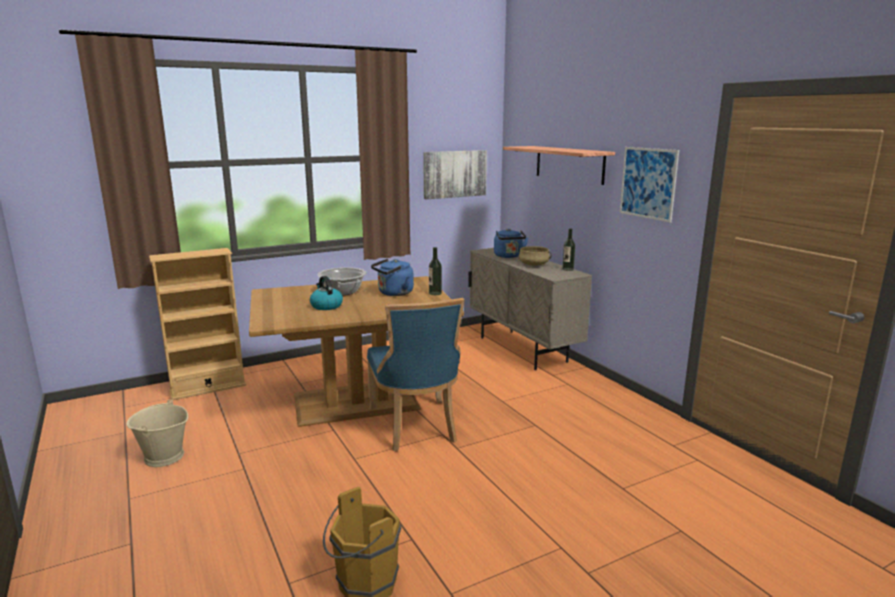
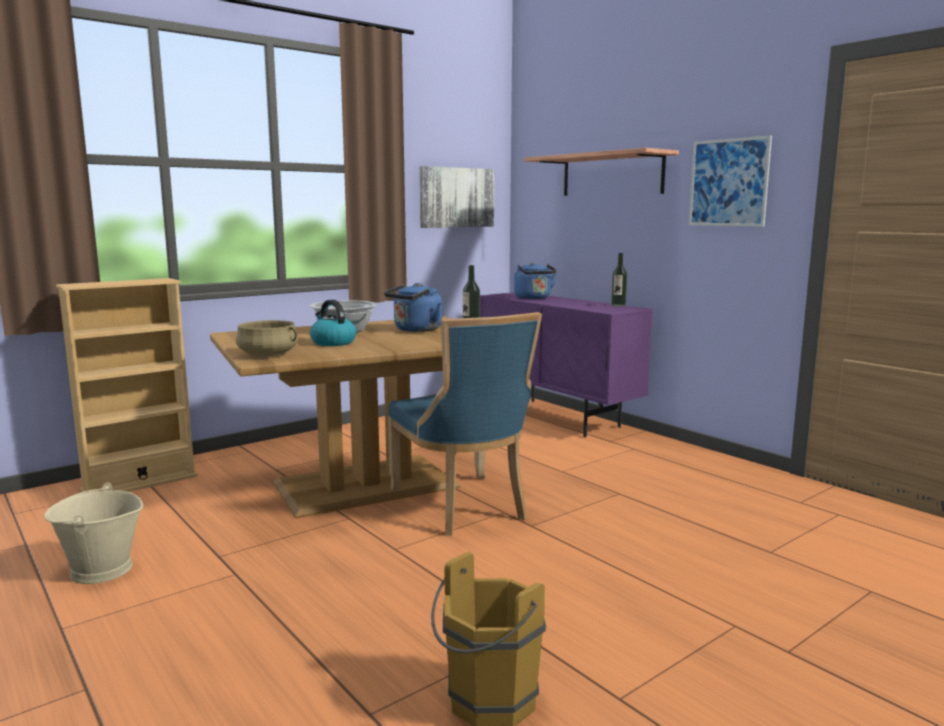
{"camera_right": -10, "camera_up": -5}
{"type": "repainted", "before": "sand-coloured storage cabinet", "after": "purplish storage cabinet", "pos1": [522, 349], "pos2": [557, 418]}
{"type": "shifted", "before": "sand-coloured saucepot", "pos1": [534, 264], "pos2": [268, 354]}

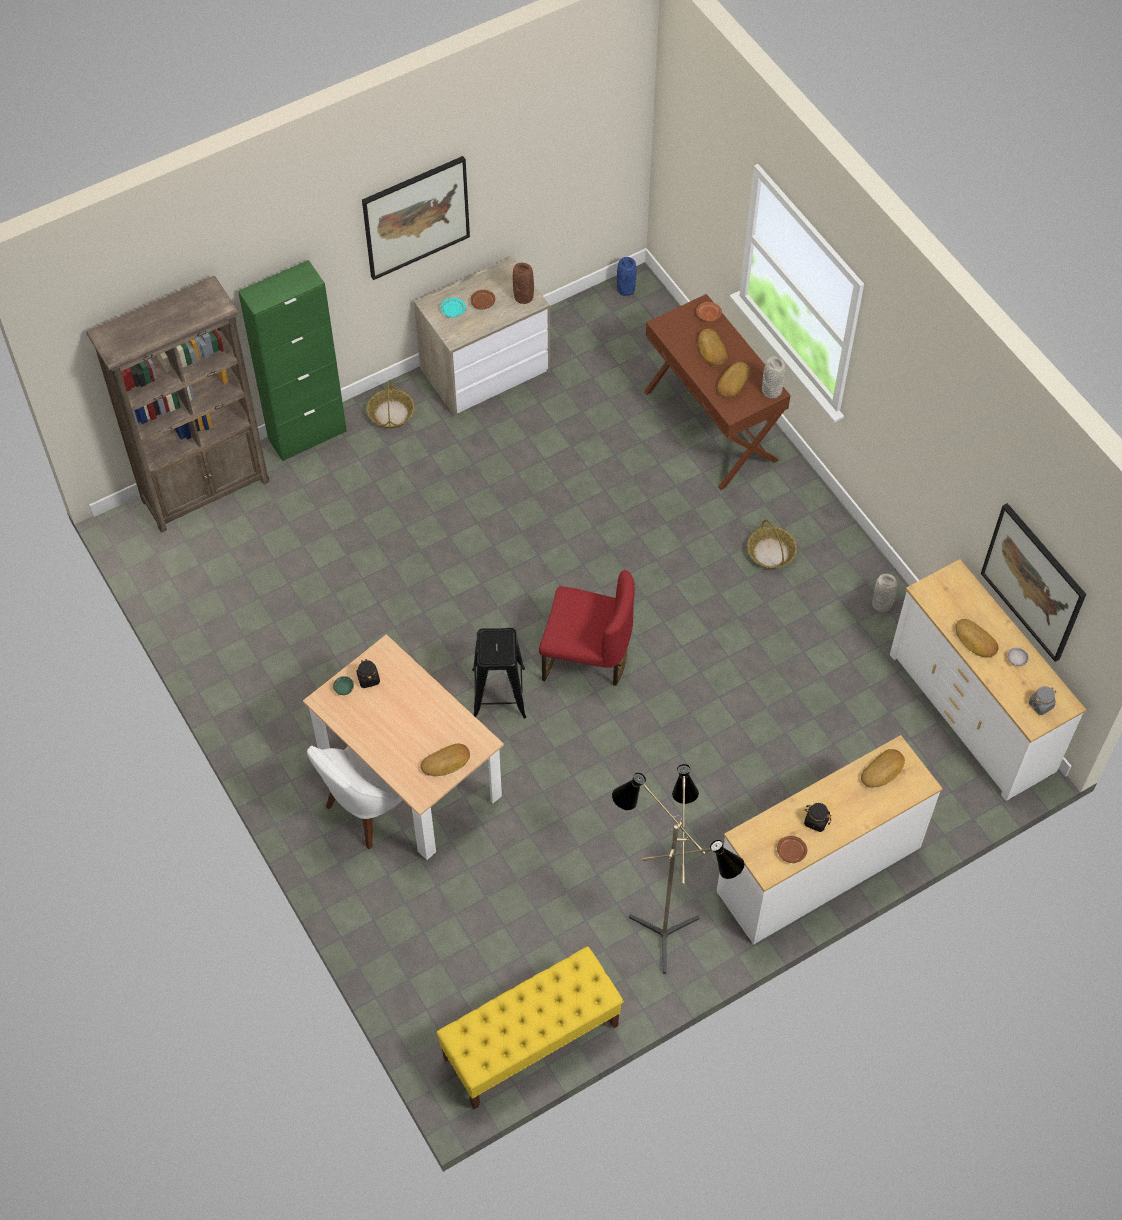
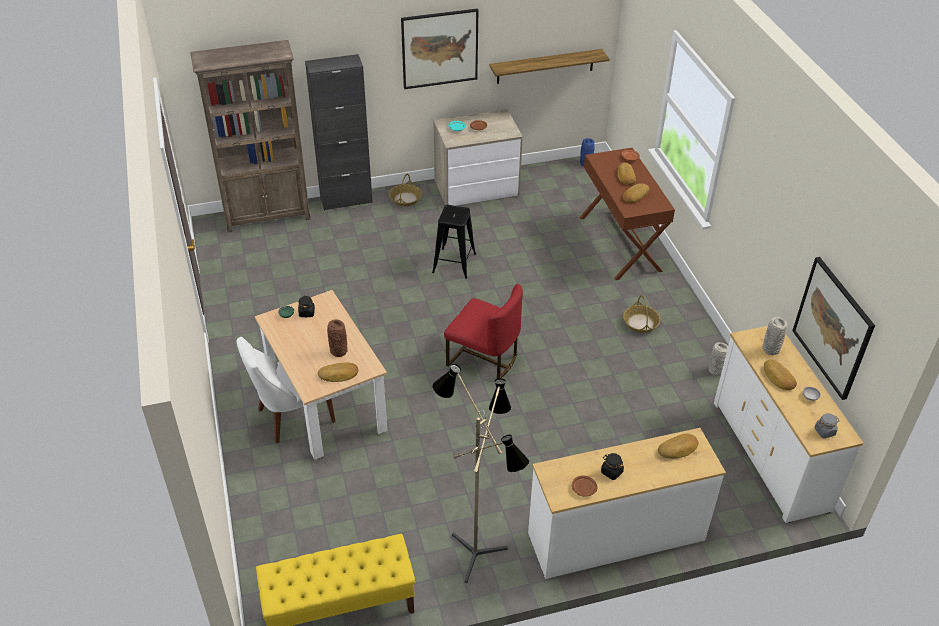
{"camera_right": 15, "camera_up": -15}
{"type": "repainted", "before": "greenish storage cabinet", "after": "blackish storage cabinet", "pos1": [307, 435], "pos2": [346, 200]}
{"type": "shifted", "before": "blackish stool seat", "pos1": [498, 693], "pos2": [454, 263]}
{"type": "shifted", "before": "brown decorative vase", "pos1": [524, 297], "pos2": [339, 351]}
{"type": "shifted", "before": "gray decorative vase", "pos1": [771, 391], "pos2": [771, 350]}
{"type": "new", "after": "shelf", "pos2": [545, 66]}

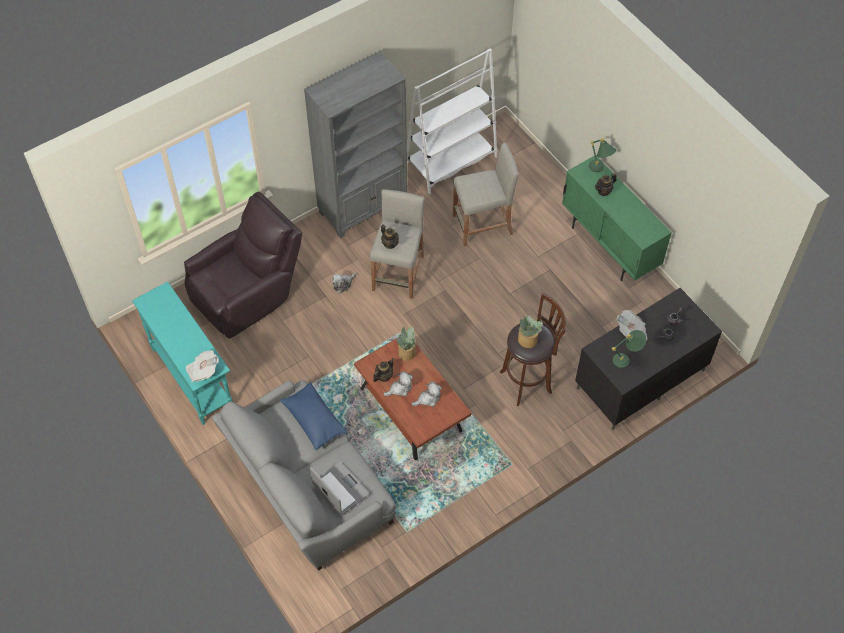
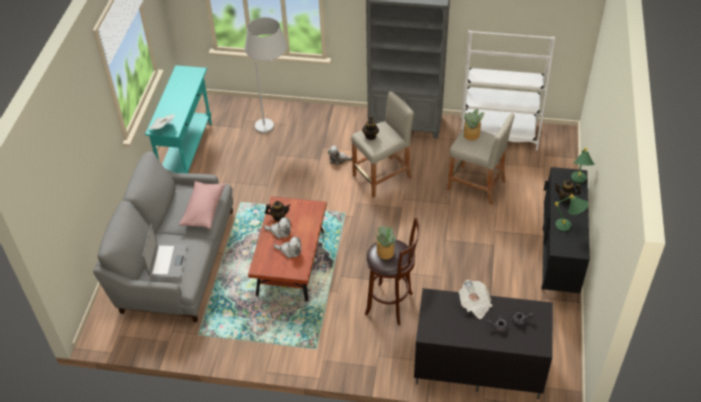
{"camera_right": 45, "camera_up": -10}
{"type": "swapped", "before": "brown easy chair", "after": "whitish floor lamp", "pos1": [247, 293], "pos2": [275, 126]}
{"type": "repainted", "before": "blue-coloured throw pillow", "after": "pinkish throw pillow", "pos1": [313, 420], "pos2": [203, 210]}
{"type": "shifted", "before": "plant in a pot", "pos1": [407, 352], "pos2": [472, 135]}
{"type": "repainted", "before": "greenish storage cabinet", "after": "blackish storage cabinet", "pos1": [608, 247], "pos2": [558, 260]}
{"type": "shifted", "before": "greenish table lamp", "pos1": [627, 359], "pos2": [569, 227]}

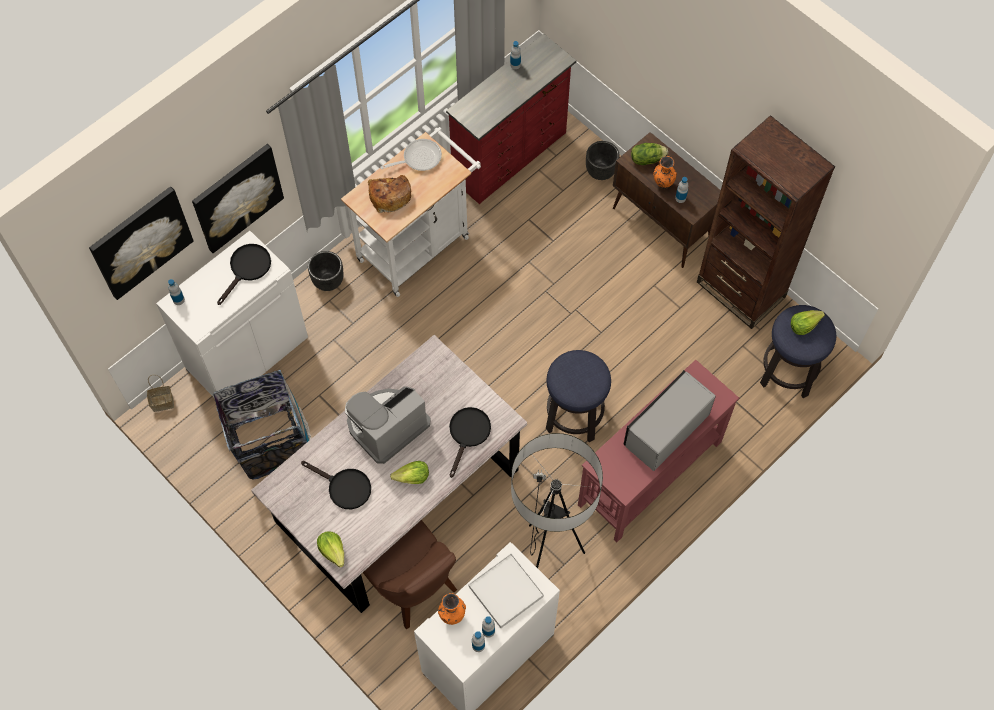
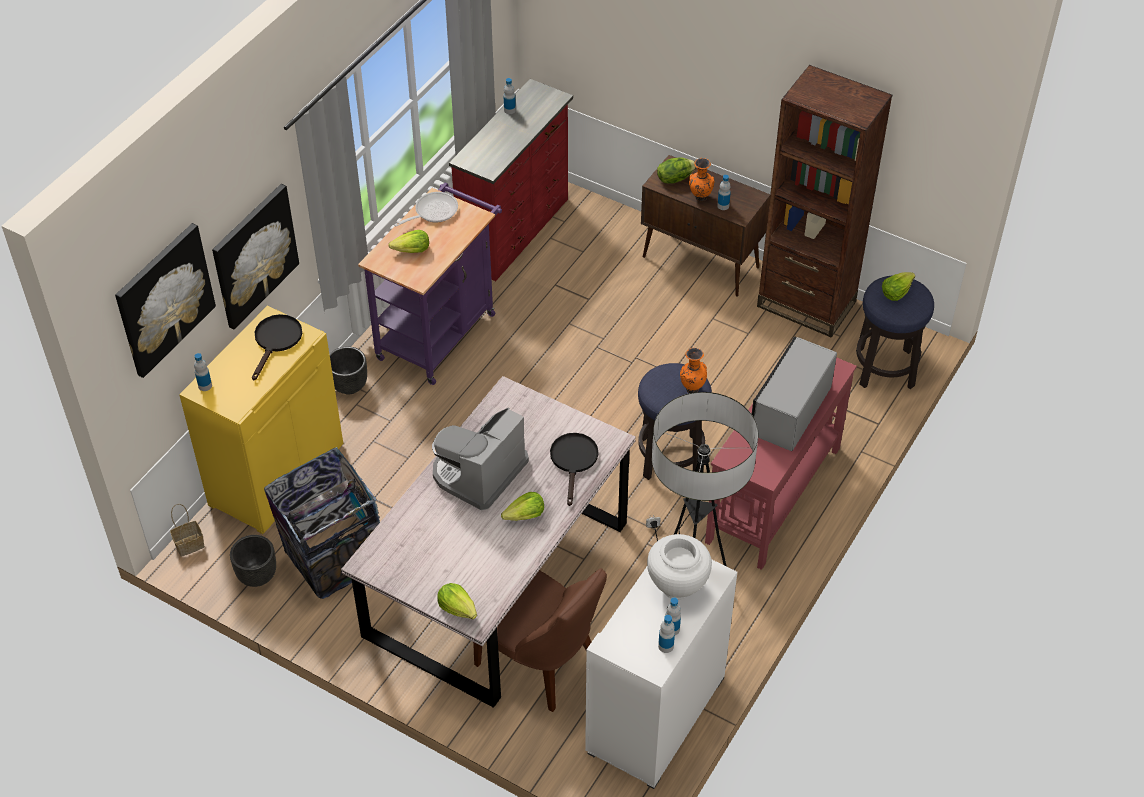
{"camera_right": -15, "camera_up": -15}
{"type": "repainted", "before": "whitish storage cabinet", "after": "yellow storage cabinet", "pos1": [247, 352], "pos2": [276, 474]}
{"type": "gone", "before": "blackish skillet", "pos1": [344, 487]}
{"type": "repainted", "before": "whitish cart", "after": "purplish cart", "pos1": [418, 244], "pos2": [440, 331]}
{"type": "swapped", "before": "bread", "after": "head of lettuce", "pos1": [389, 195], "pos2": [412, 251]}
{"type": "shifted", "before": "orange-coloured decorative vase", "pos1": [452, 616], "pos2": [691, 388]}
{"type": "swapped", "before": "whitish tray", "after": "whitish decorative vase", "pos1": [505, 591], "pos2": [677, 586]}
{"type": "shifted", "before": "blackish flower pot", "pos1": [601, 171], "pos2": [258, 576]}

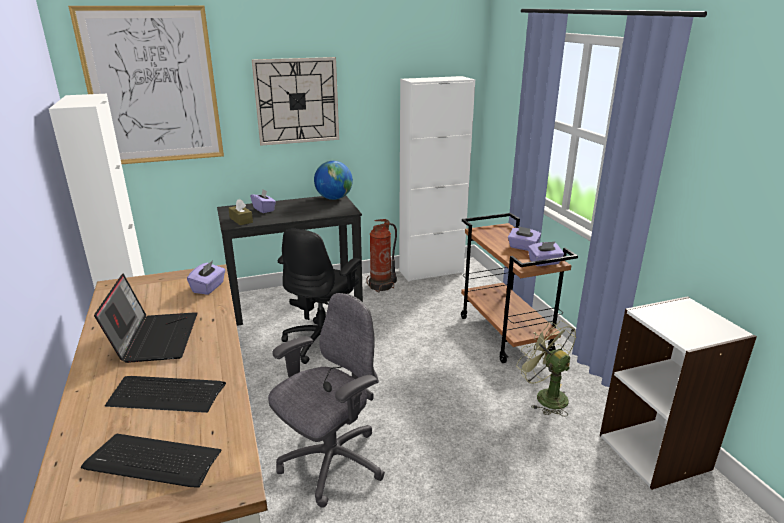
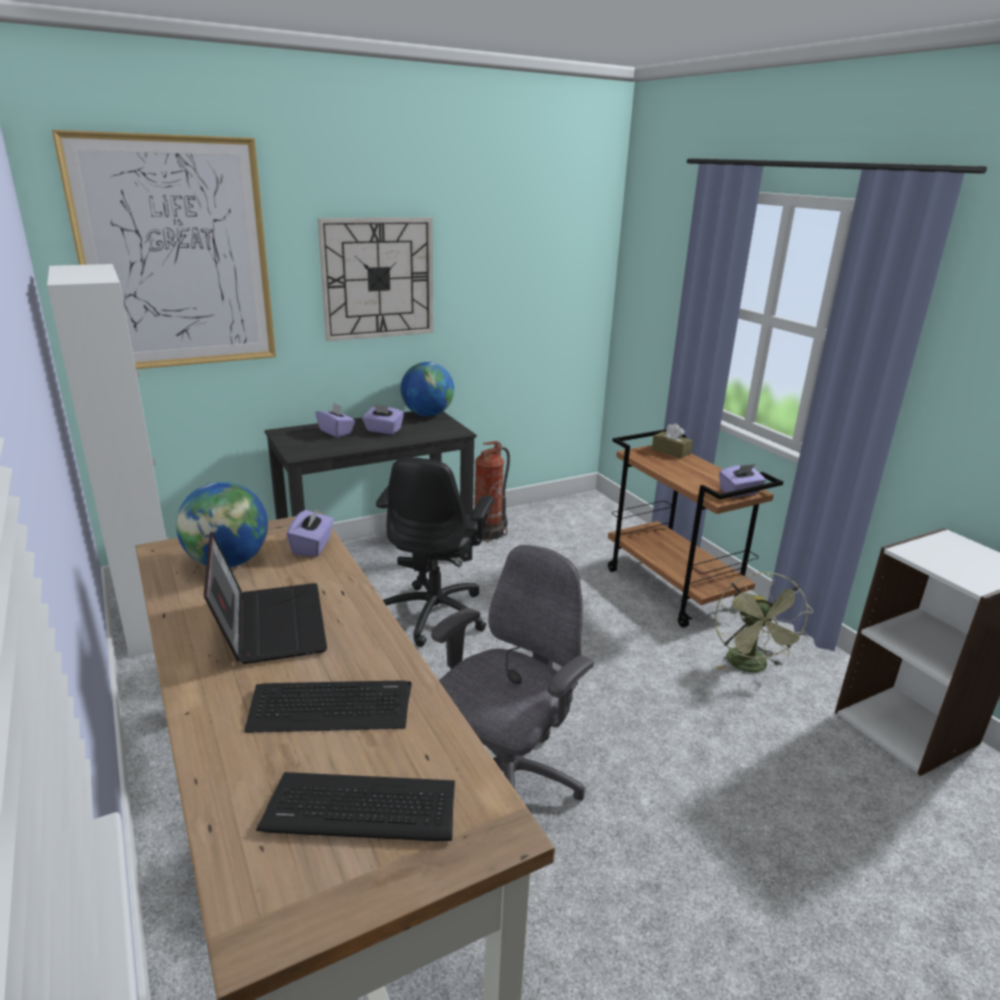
{"camera_right": -10, "camera_up": 0}
{"type": "shifted", "before": "brown tissue holder", "pos1": [241, 220], "pos2": [671, 451]}
{"type": "gone", "before": "whitish storage cabinet", "pos1": [431, 271]}
{"type": "shifted", "before": "purplish tissue holder", "pos1": [523, 247], "pos2": [383, 430]}
{"type": "rotated", "before": "greenish fan", "pos1": [545, 396], "pos2": [751, 667], "turn": -135}
{"type": "new", "after": "globe", "pos2": [228, 562]}

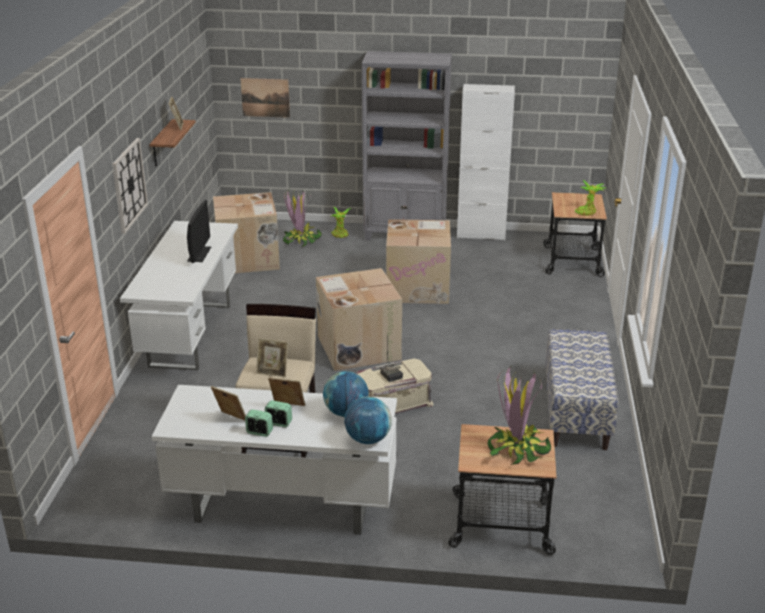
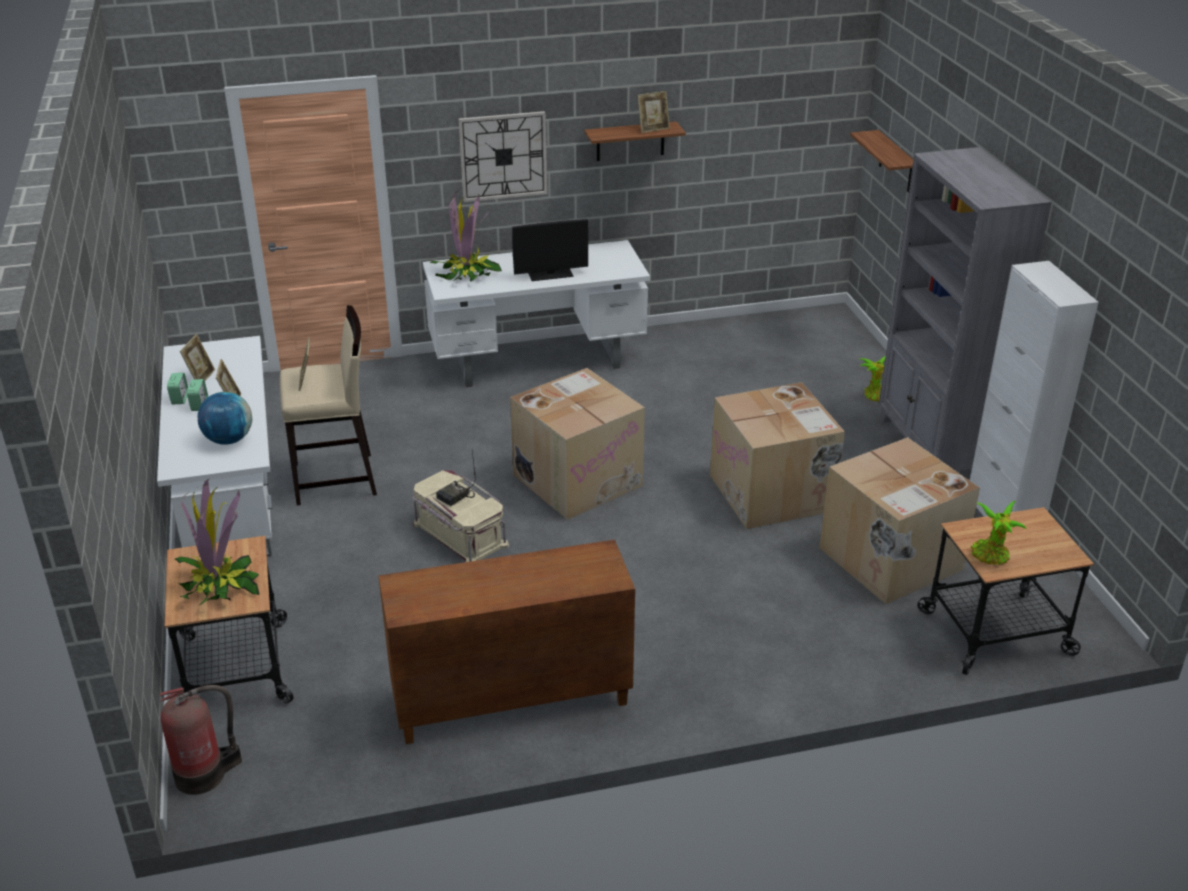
{"camera_right": 70, "camera_up": 5}
{"type": "shifted", "before": "cardboard box", "pos1": [249, 259], "pos2": [890, 560]}
{"type": "swapped", "before": "wall picture", "after": "shelf", "pos1": [265, 97], "pos2": [896, 162]}
{"type": "shifted", "before": "plant in a pot", "pos1": [301, 240], "pos2": [467, 274]}
{"type": "gone", "before": "globe", "pos1": [368, 439]}
{"type": "swapped", "before": "indoor bench", "after": "brown storage cabinet", "pos1": [576, 412], "pos2": [510, 701]}
{"type": "new", "after": "fire extinguisher", "pos2": [204, 774]}

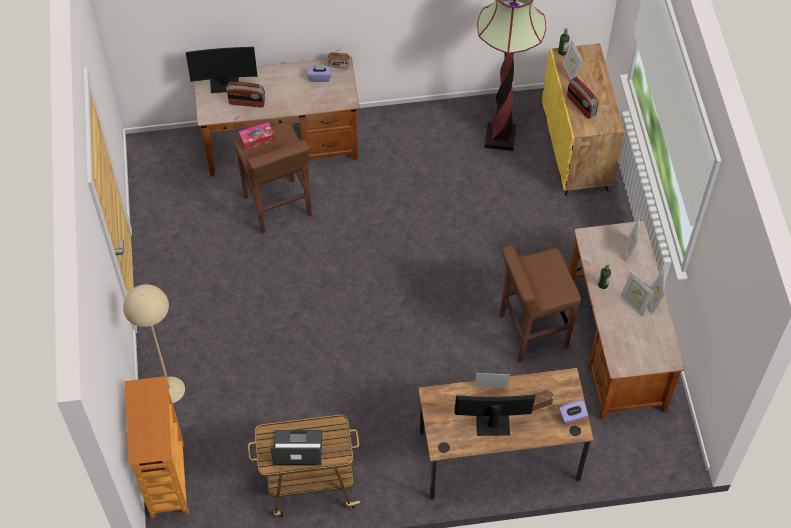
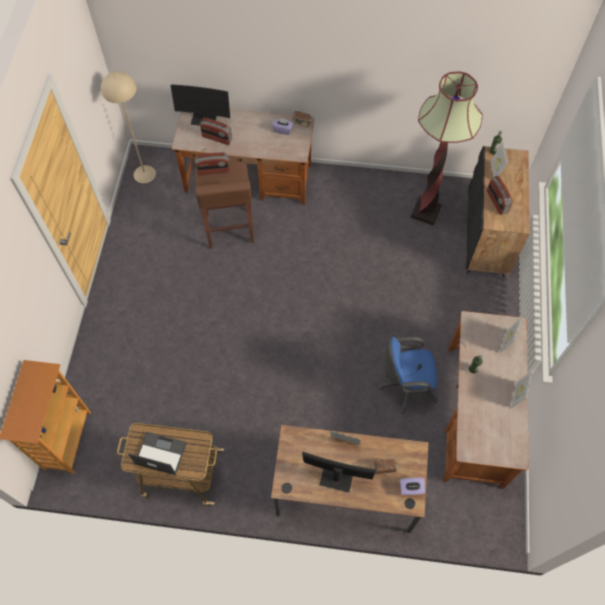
{"camera_right": 15, "camera_up": 5}
{"type": "shifted", "before": "sand-coloured floor lamp", "pos1": [169, 389], "pos2": [144, 174]}
{"type": "swapped", "before": "tissue holder", "after": "radio set", "pos1": [257, 139], "pos2": [213, 171]}
{"type": "swapped", "before": "brown stool seat", "after": "blue-coloured desk chair", "pos1": [532, 332], "pos2": [405, 386]}
{"type": "repainted", "before": "yellow storage cabinet", "after": "blackish storage cabinet", "pos1": [576, 150], "pos2": [486, 237]}
{"type": "gone", "before": "picture frame", "pos1": [634, 304]}

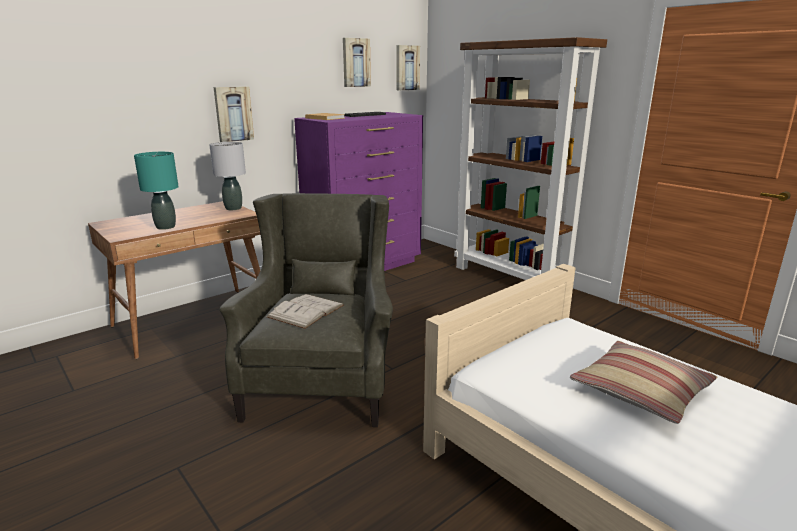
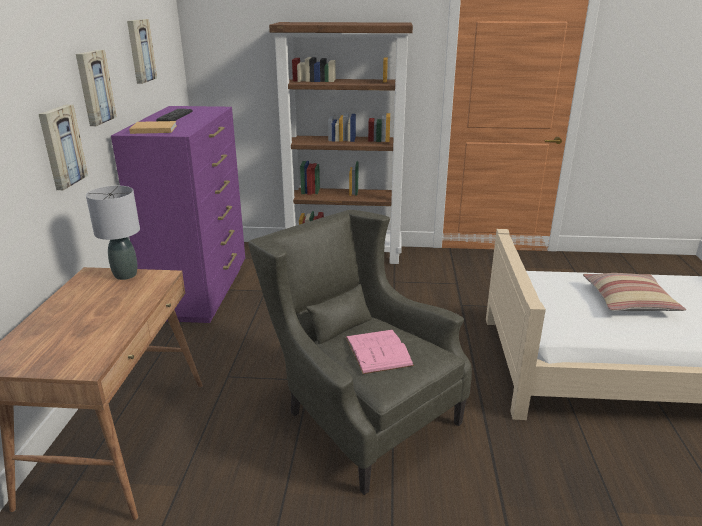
{"camera_right": -45, "camera_up": 5}
{"type": "gone", "before": "blue-green table lamp", "pos1": [166, 227]}
{"type": "repainted", "before": "whitish bound book", "after": "pinkish bound book", "pos1": [306, 311], "pos2": [378, 351]}
{"type": "shifted", "before": "wall picture", "pos1": [406, 68], "pos2": [94, 87]}

